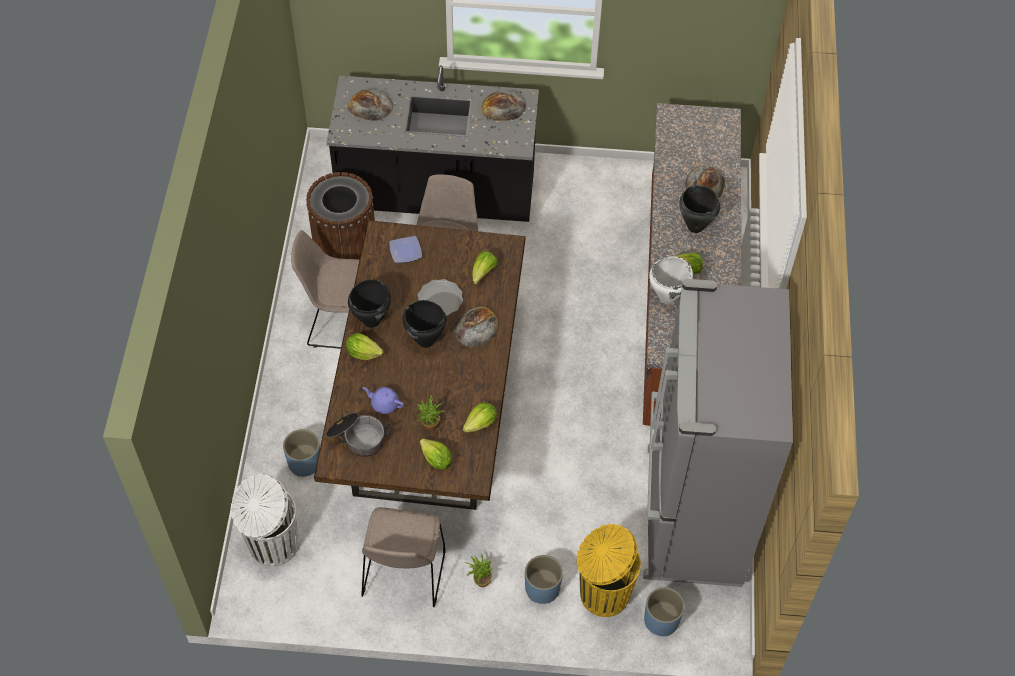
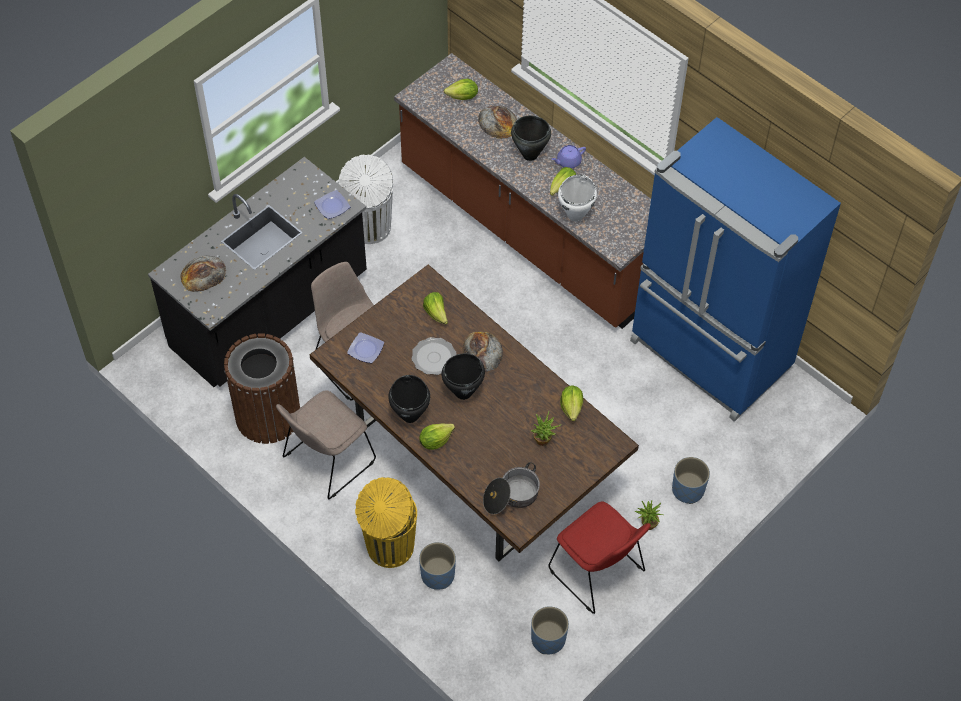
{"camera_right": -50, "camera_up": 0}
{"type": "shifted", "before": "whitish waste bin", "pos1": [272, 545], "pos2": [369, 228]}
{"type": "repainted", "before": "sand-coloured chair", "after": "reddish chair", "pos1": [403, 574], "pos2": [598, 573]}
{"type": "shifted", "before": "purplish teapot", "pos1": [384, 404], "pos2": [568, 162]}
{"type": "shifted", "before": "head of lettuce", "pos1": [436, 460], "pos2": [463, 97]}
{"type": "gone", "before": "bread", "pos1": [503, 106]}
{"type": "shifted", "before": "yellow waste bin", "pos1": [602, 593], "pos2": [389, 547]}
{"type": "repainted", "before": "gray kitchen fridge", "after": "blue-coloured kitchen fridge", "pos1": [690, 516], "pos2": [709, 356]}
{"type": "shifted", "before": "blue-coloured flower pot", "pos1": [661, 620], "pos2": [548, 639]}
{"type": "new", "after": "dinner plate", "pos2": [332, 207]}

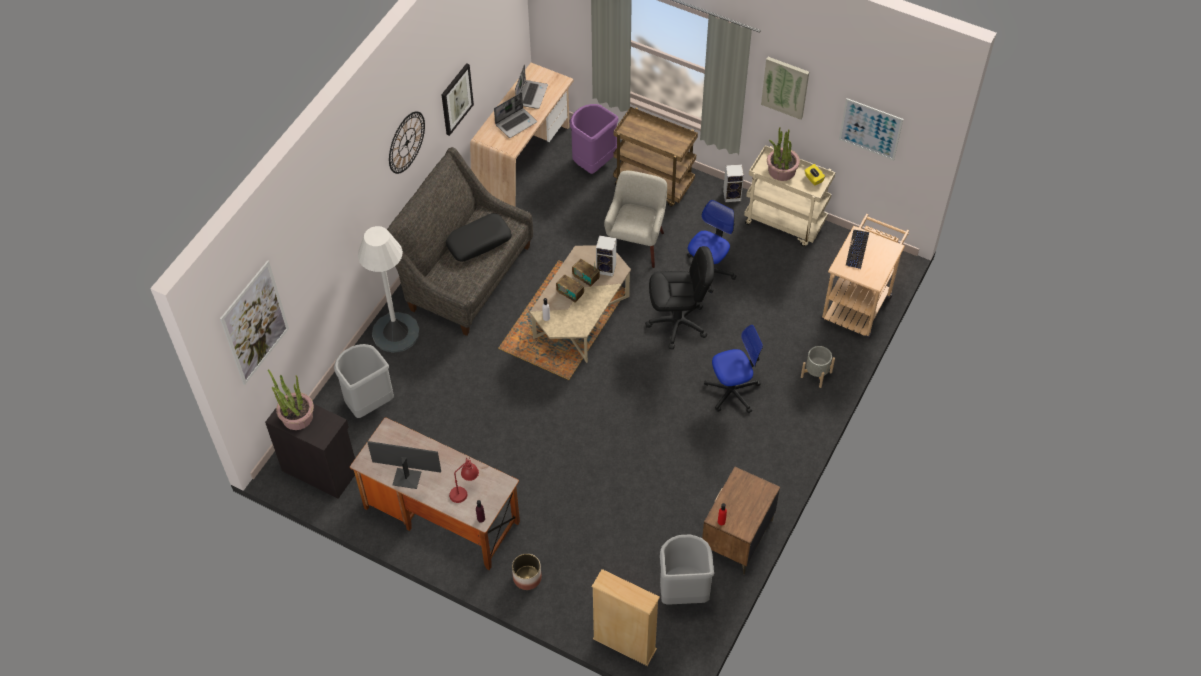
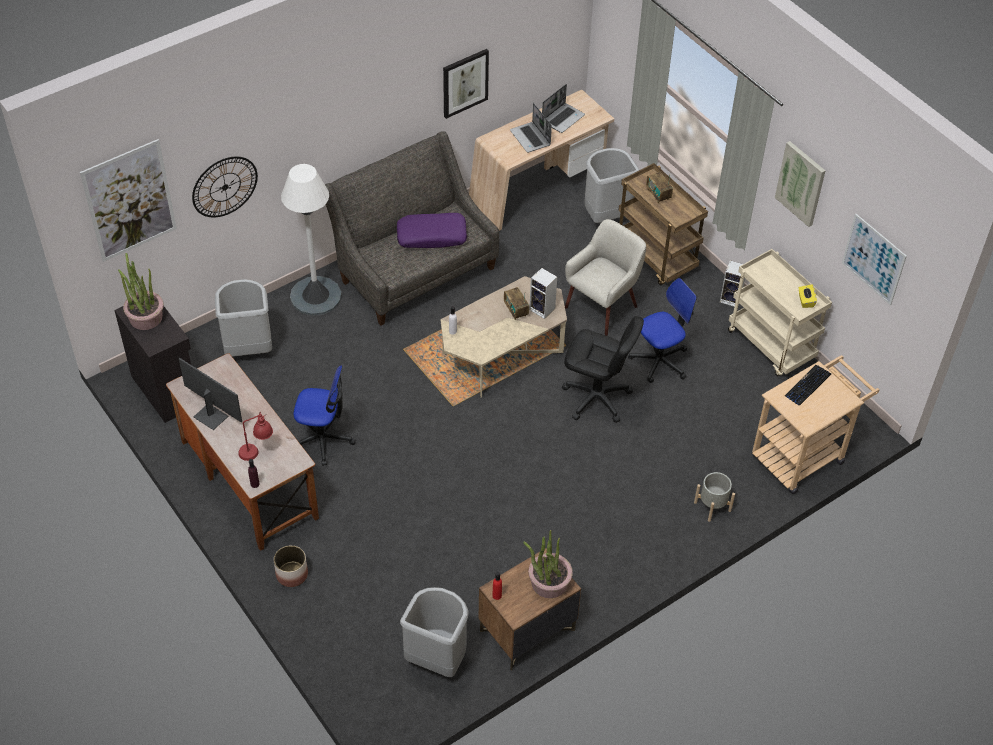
{"camera_right": 25, "camera_up": -5}
{"type": "shifted", "before": "wall clock", "pos1": [406, 142], "pos2": [225, 187]}
{"type": "repainted", "before": "blackish throw pillow", "after": "purplish throw pillow", "pos1": [478, 241], "pos2": [432, 236]}
{"type": "rotated", "before": "notebook computer", "pos1": [516, 123], "pos2": [531, 138], "turn": 75}
{"type": "shifted", "before": "radio set", "pos1": [570, 294], "pos2": [658, 194]}
{"type": "repainted", "before": "purplish waste bin", "after": "gray waste bin", "pos1": [593, 163], "pos2": [606, 216]}
{"type": "gone", "before": "sand-coloured bookcase", "pos1": [624, 644]}
{"type": "shifted", "before": "desk chair", "pos1": [732, 391], "pos2": [323, 439]}
{"type": "shifted", "before": "plant in a pot", "pos1": [781, 170], "pos2": [549, 582]}

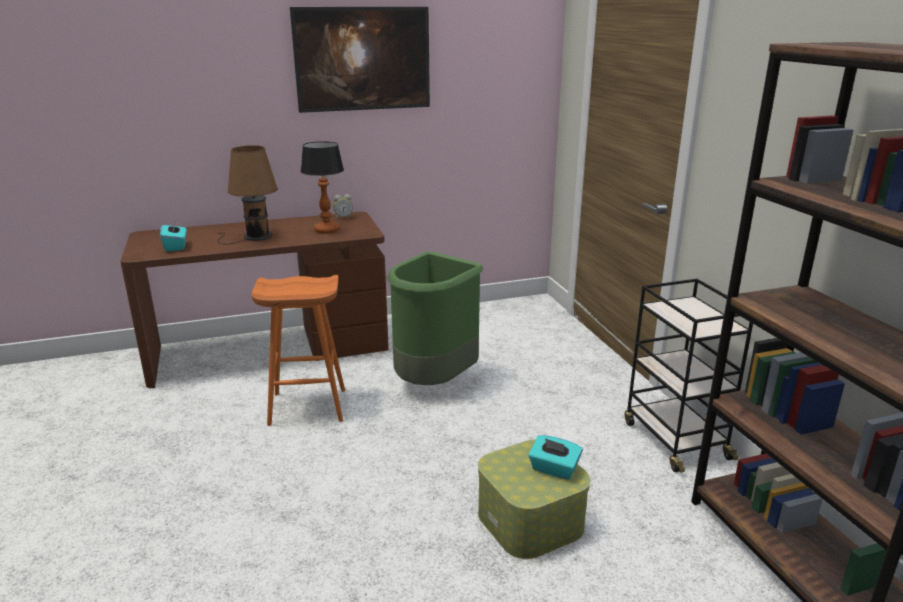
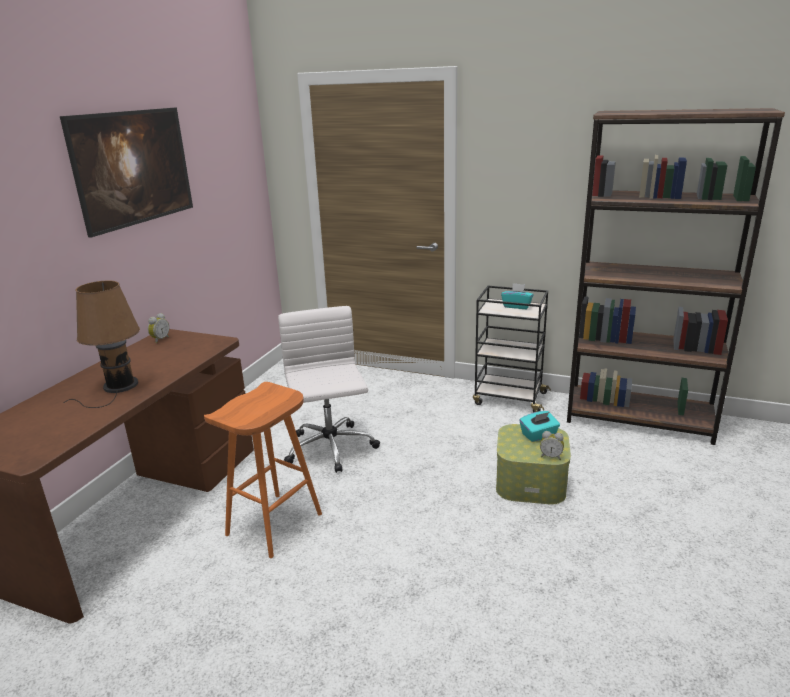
{"camera_right": -50, "camera_up": 0}
{"type": "shifted", "before": "blue-green tissue holder", "pos1": [176, 246], "pos2": [517, 306]}
{"type": "gone", "before": "table lamp", "pos1": [326, 230]}
{"type": "swapped", "before": "greenish waste bin", "after": "whitish desk chair", "pos1": [434, 382], "pos2": [330, 449]}
{"type": "new", "after": "table clock", "pos2": [551, 456]}

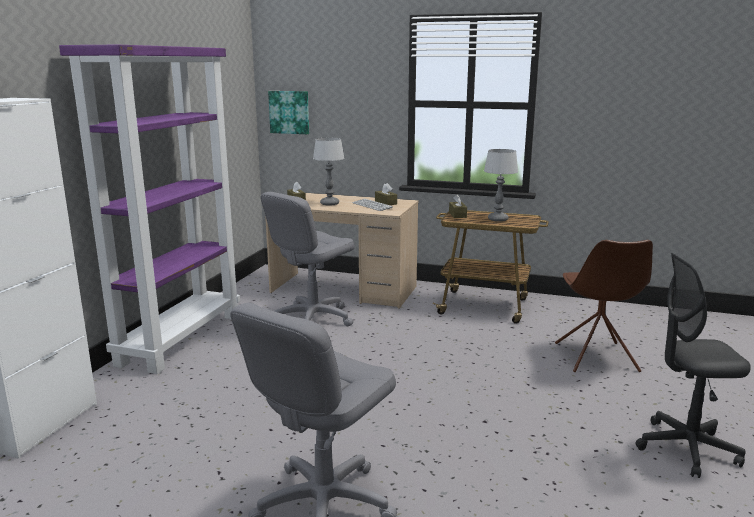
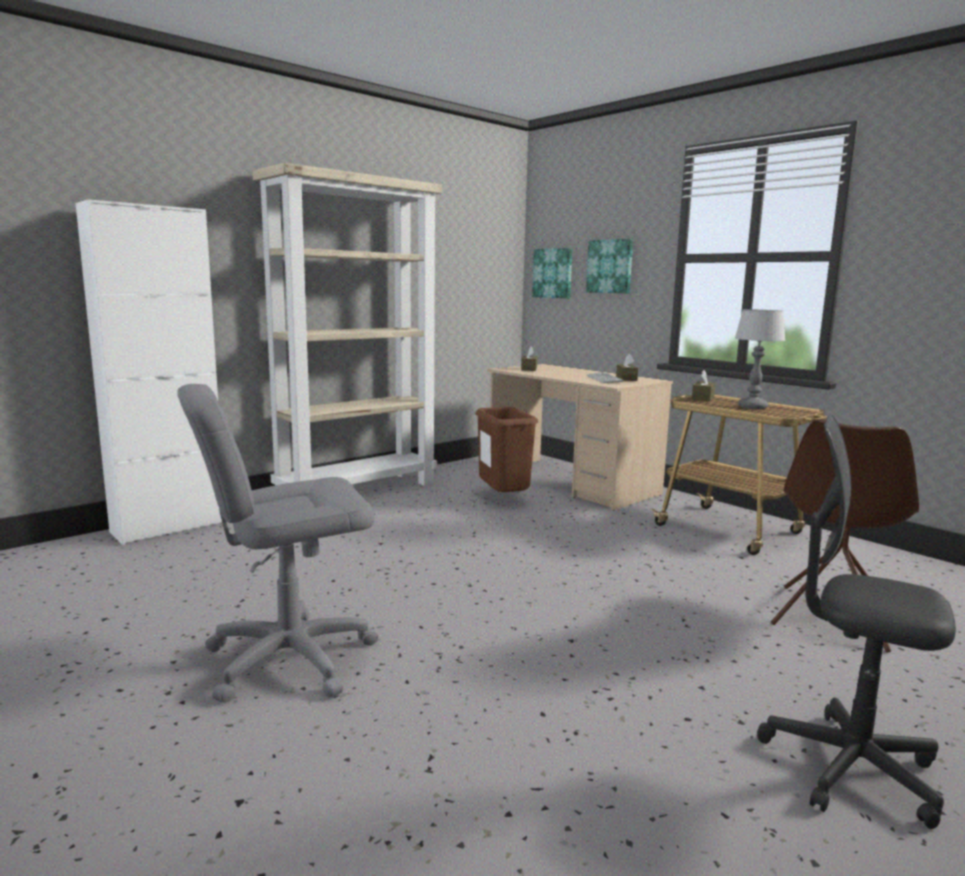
{"camera_right": 30, "camera_up": -5}
{"type": "repainted", "before": "purplish bookcase", "after": "sand-coloured bookcase", "pos1": [181, 338], "pos2": [358, 490]}
{"type": "swapped", "before": "gray desk chair", "after": "brown waste bin", "pos1": [312, 319], "pos2": [502, 501]}
{"type": "gone", "before": "table lamp", "pos1": [330, 204]}
{"type": "new", "after": "wall picture", "pos2": [610, 266]}

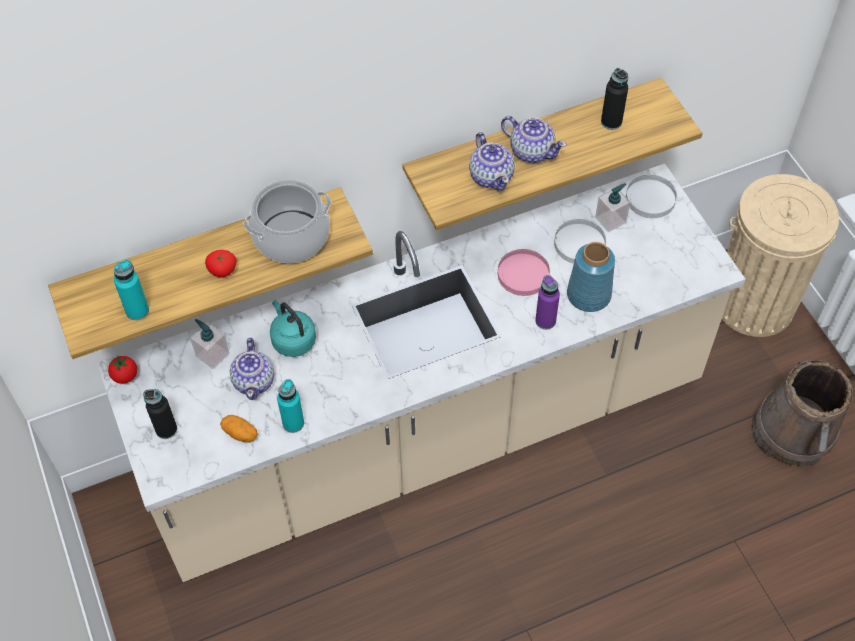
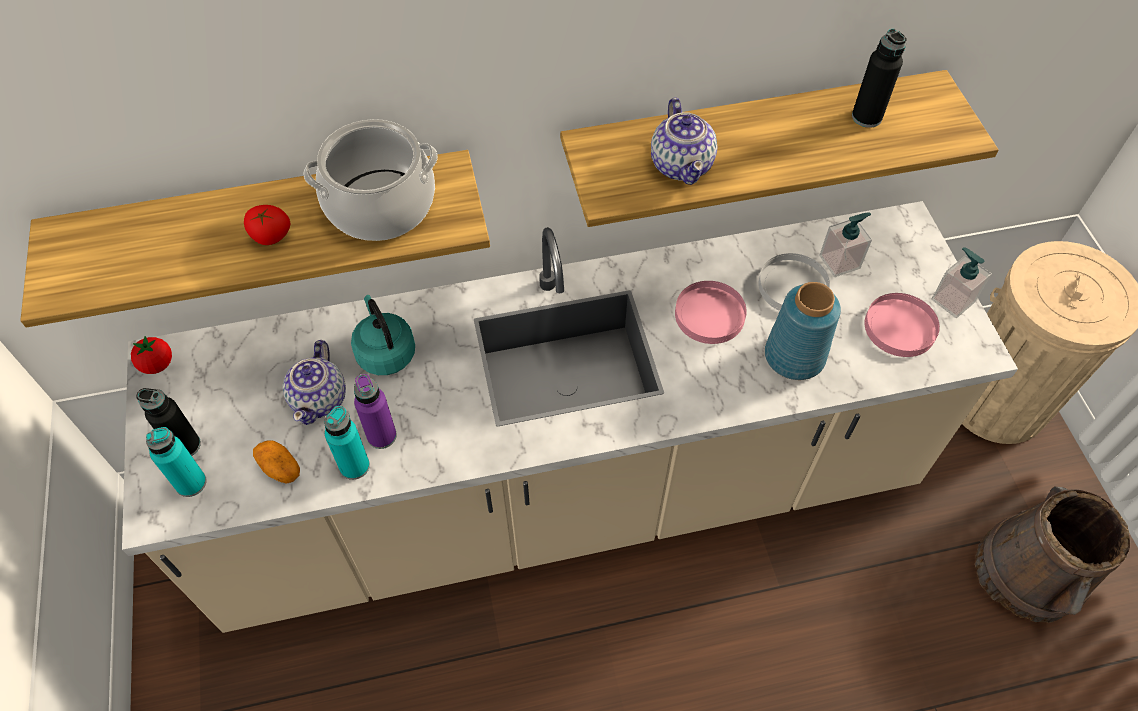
{"camera_right": 10, "camera_up": 0}
{"type": "shifted", "before": "blue-green bottle", "pos1": [137, 310], "pos2": [191, 483]}
{"type": "shifted", "before": "liquid soap bottle", "pos1": [212, 355], "pos2": [952, 300]}
{"type": "gone", "before": "teapot", "pos1": [531, 151]}
{"type": "shifted", "before": "purplish bottle", "pos1": [545, 321], "pos2": [382, 436]}
{"type": "gone", "before": "whitish dinner plate", "pos1": [650, 199]}
{"type": "new", "after": "pinkish dinner plate", "pos2": [899, 327]}

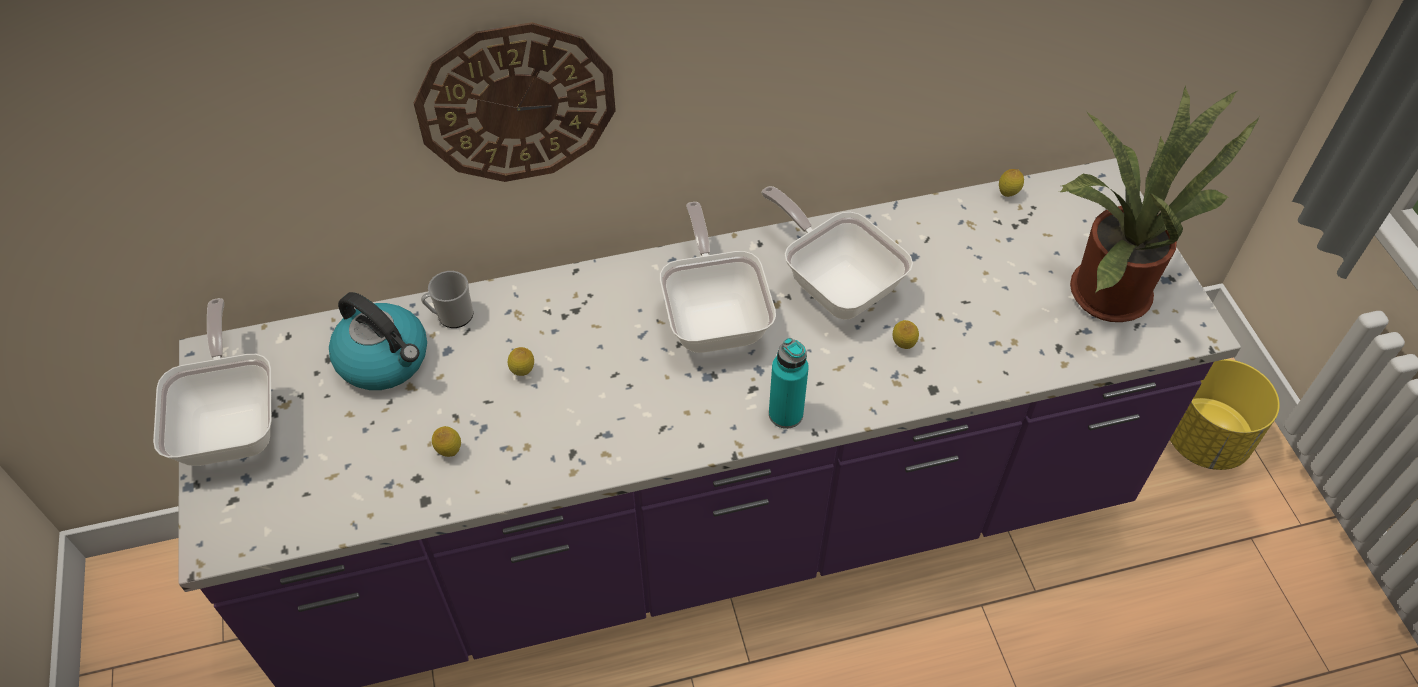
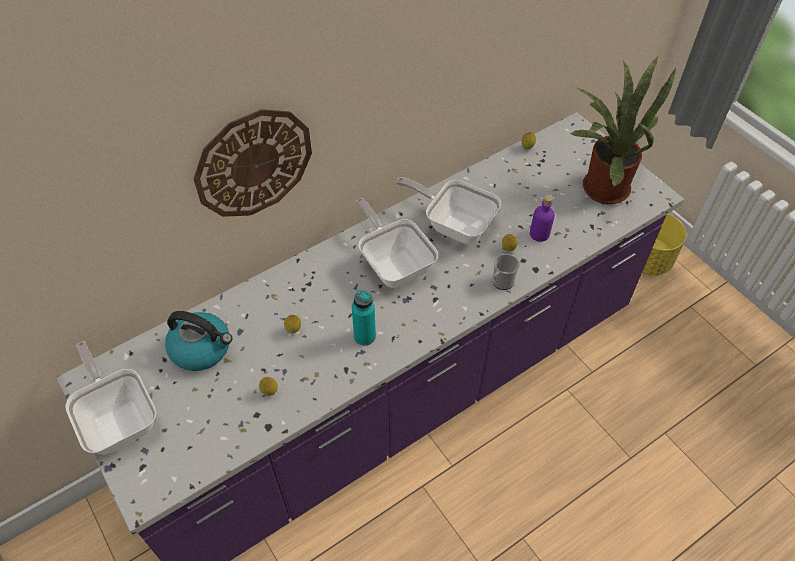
{"camera_right": -20, "camera_up": 0}
{"type": "shifted", "before": "tea mug", "pos1": [451, 316], "pos2": [501, 283]}
{"type": "shifted", "before": "blue-green bottle", "pos1": [785, 414], "pos2": [364, 336]}
{"type": "new", "after": "purplish bottle", "pos2": [539, 234]}

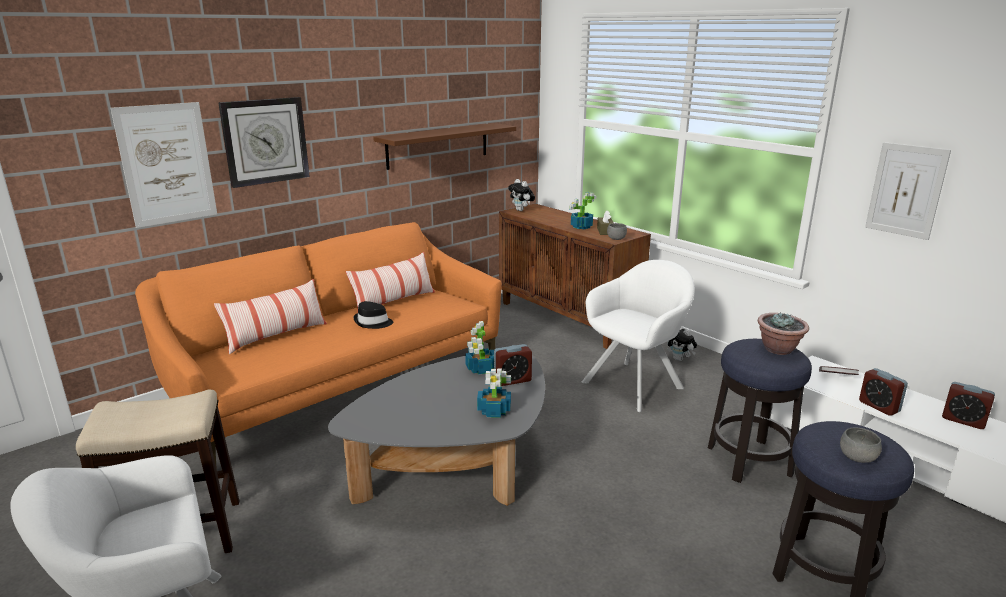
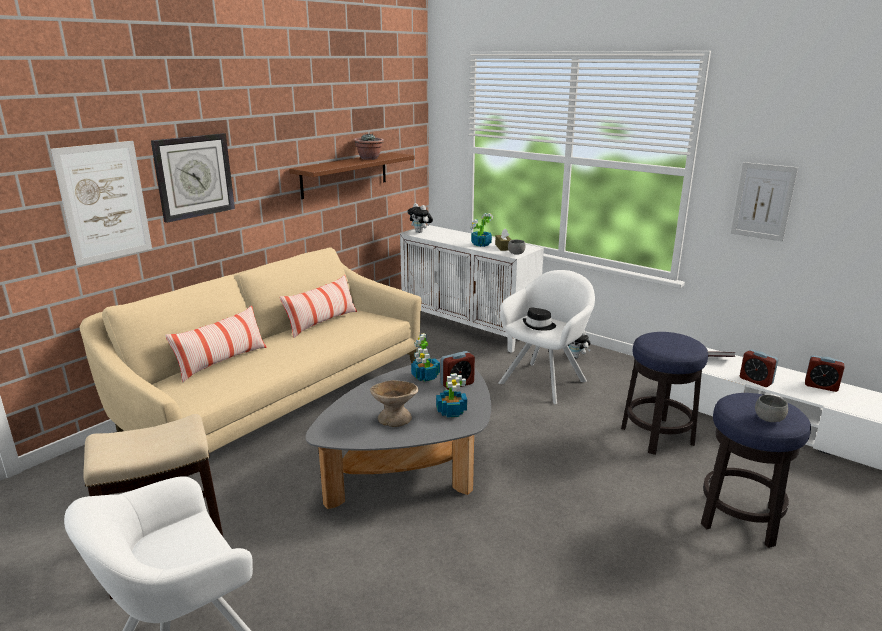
{"camera_right": -10, "camera_up": 0}
{"type": "repainted", "before": "orange-coloured couch", "after": "sand-coloured couch", "pos1": [339, 384], "pos2": [276, 404]}
{"type": "shifted", "before": "blackish wearable hat", "pos1": [373, 322], "pos2": [539, 325]}
{"type": "repainted", "before": "brown storage cabinet", "after": "whitish storage cabinet", "pos1": [568, 318], "pos2": [468, 328]}
{"type": "shifted", "before": "plant in a pot", "pos1": [778, 349], "pos2": [369, 158]}
{"type": "new", "after": "sand-coloured serving bowl", "pos2": [394, 418]}

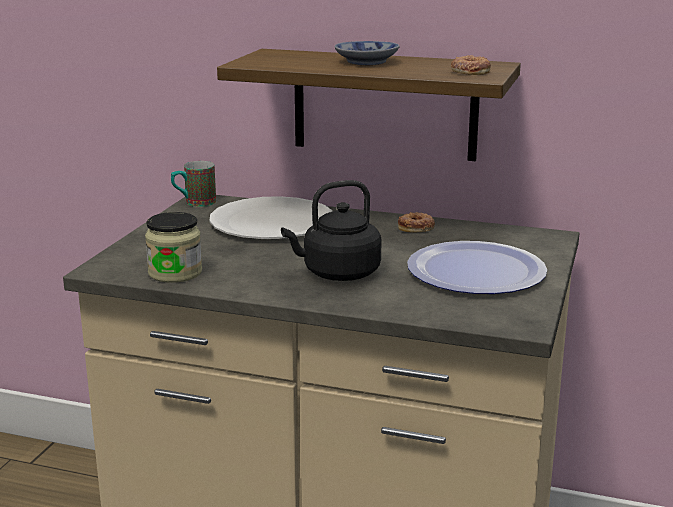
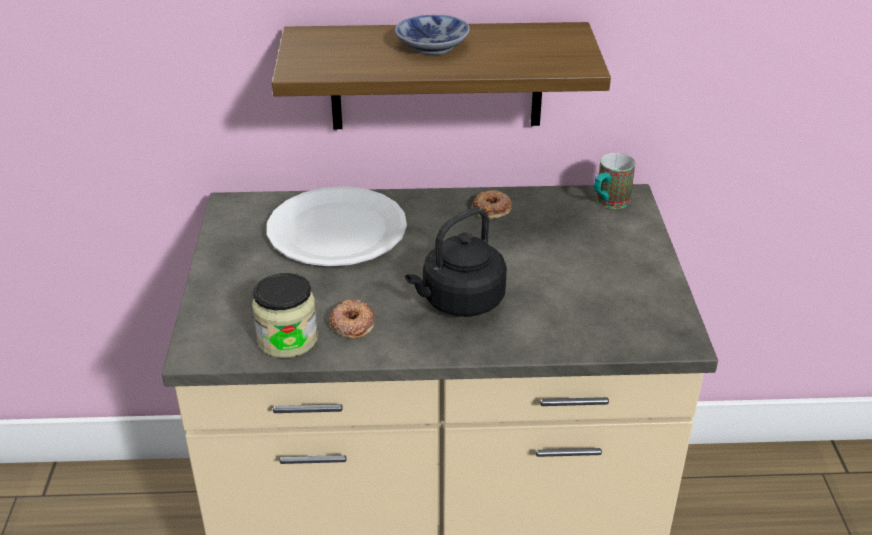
{"camera_right": -20, "camera_up": 15}
{"type": "shifted", "before": "tea mug", "pos1": [194, 203], "pos2": [608, 203]}
{"type": "gone", "before": "dinner plate", "pos1": [476, 271]}
{"type": "shifted", "before": "donut", "pos1": [470, 71], "pos2": [352, 324]}

